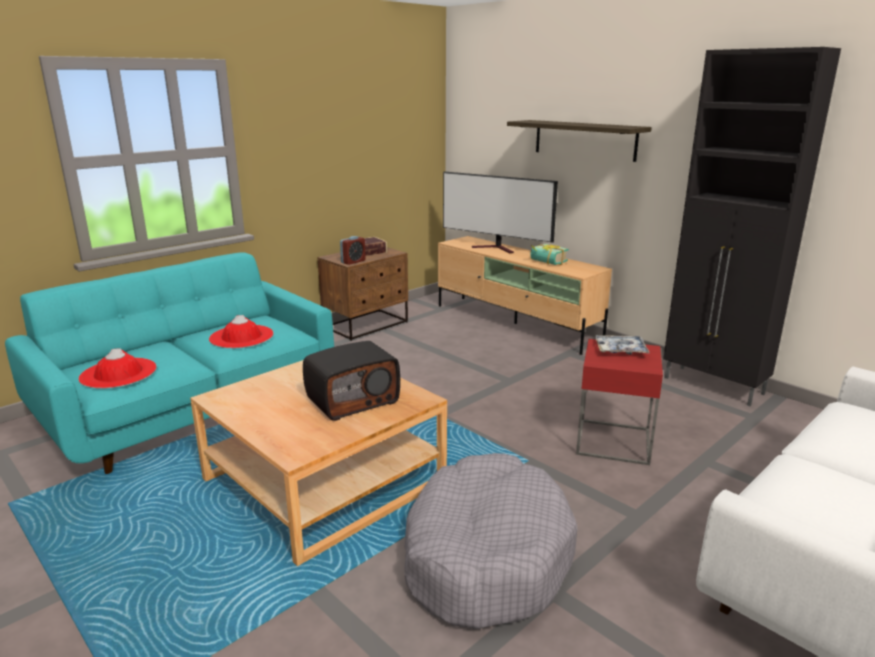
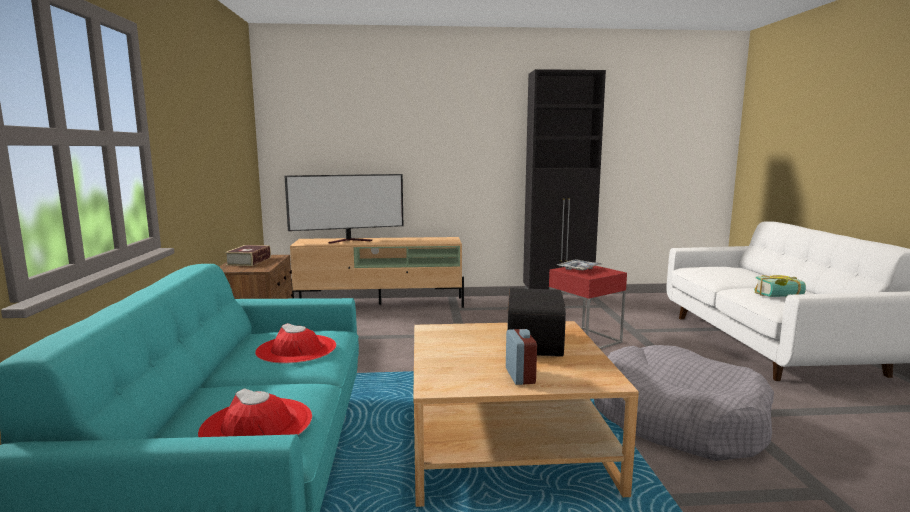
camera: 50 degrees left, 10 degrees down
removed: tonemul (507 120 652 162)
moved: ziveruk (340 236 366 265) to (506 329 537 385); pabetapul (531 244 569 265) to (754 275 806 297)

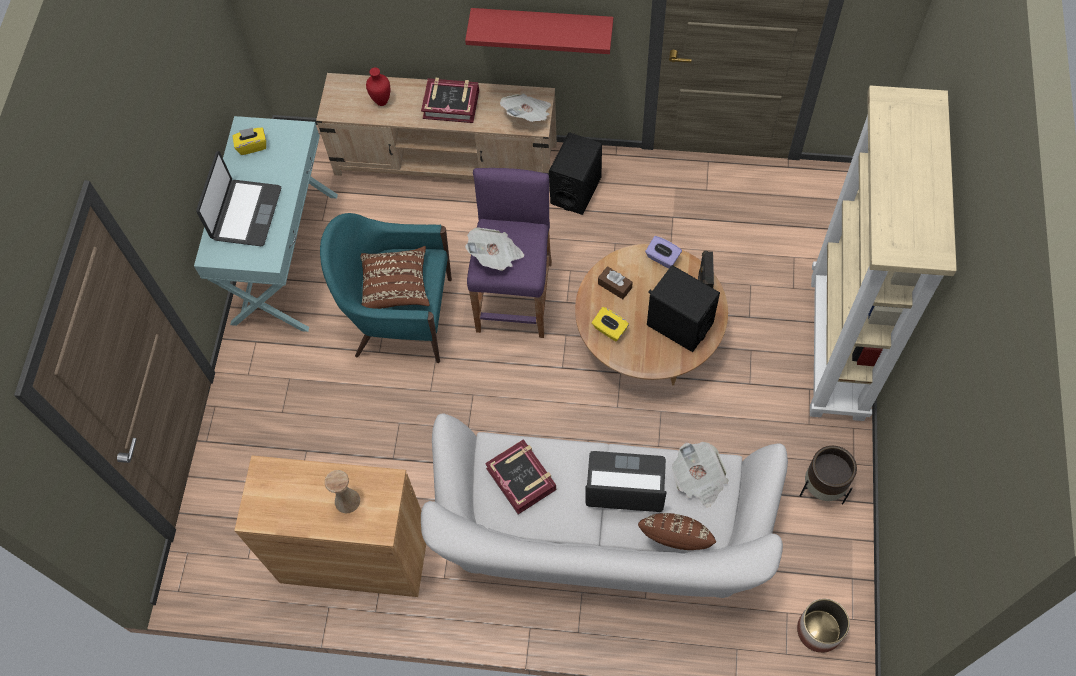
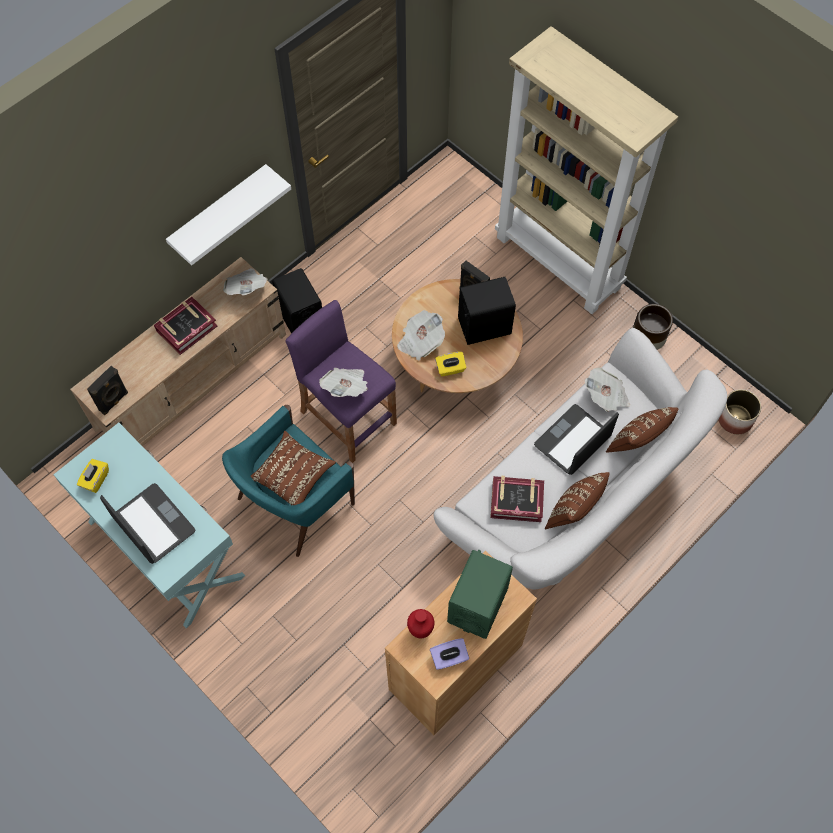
camera: 55 degrees left, 0 degrees up
added: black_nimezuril (87 366 128 415); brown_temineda (545 472 610 529)
moved: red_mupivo (366 67 390 106) to (407 609 435 638); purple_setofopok (645 236 682 268) to (430 638 469 670)
replaced: brown_setofopok (598 266 633 299) to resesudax (397 310 445 360); beige_mupivo (325 470 360 513) to green_nimezuril (447 550 513 639)
recoloured: red_tonemul (465 8 613 54) to white_tonemul (166 164 291 265)

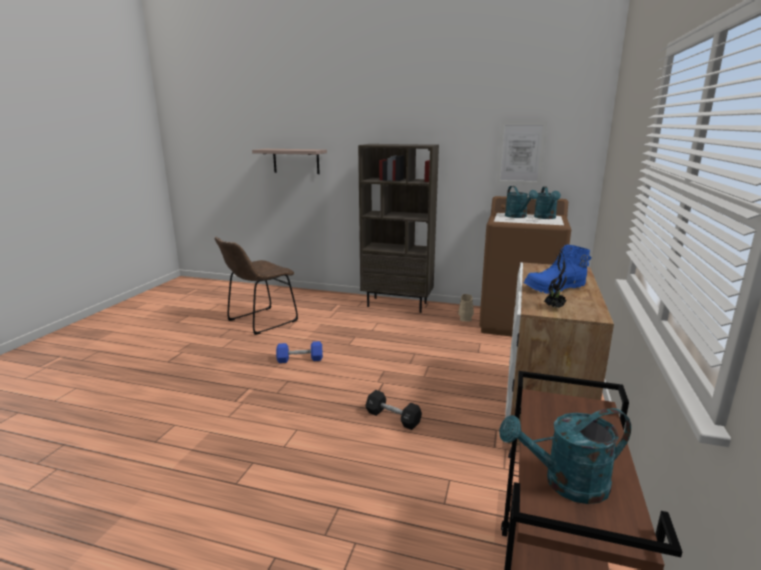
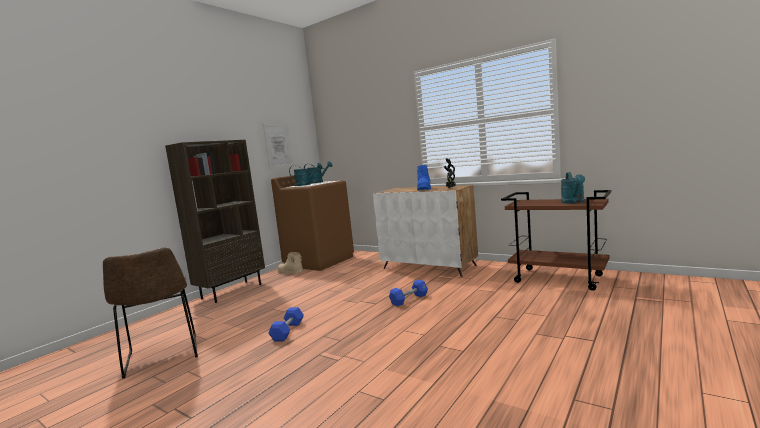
camera: 70 degrees left, 10 degrees down
removed: tonemul (252 149 327 174)
recoloured: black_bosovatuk (365 390 422 430) to blue_bosovatuk (389 280 428 306)

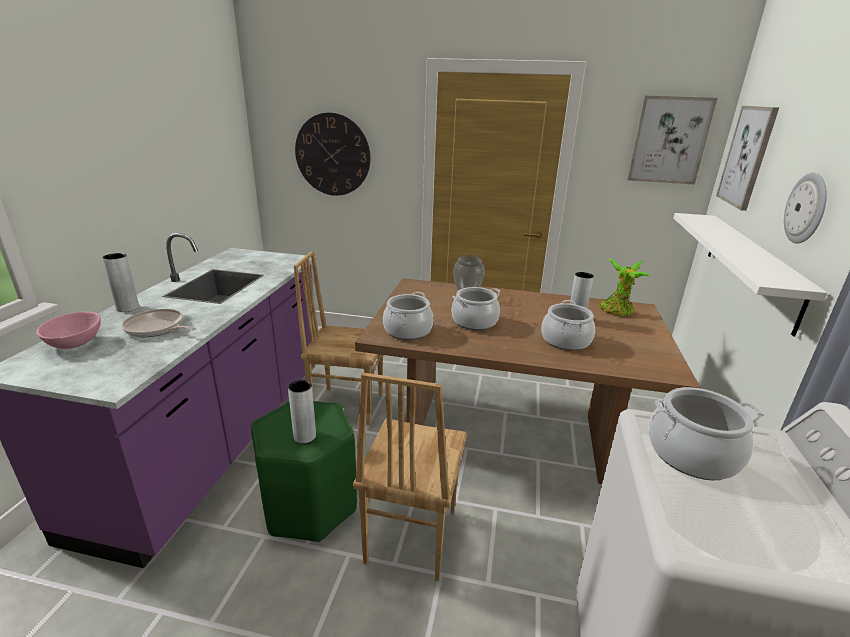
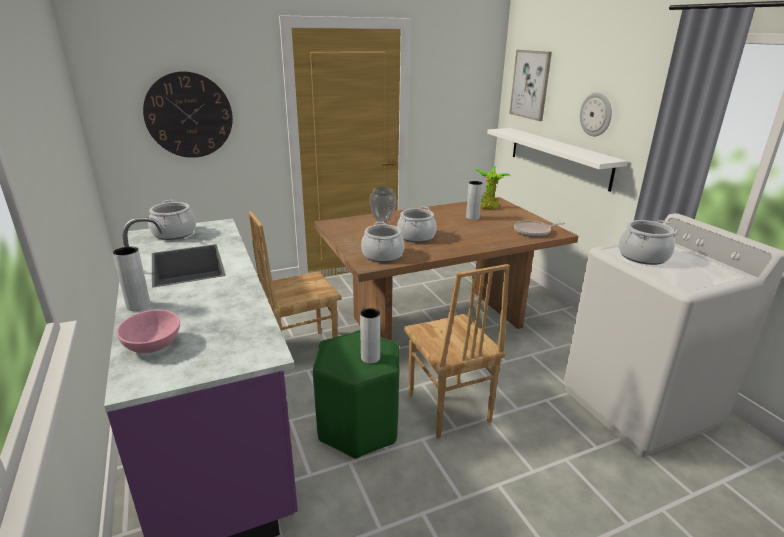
camera: 35 degrees left, 0 degrees up
removed: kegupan (627 96 718 185)
moved: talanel (541 300 595 351) to (148 200 196 240); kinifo (121 309 197 337) to (514 221 566 237)

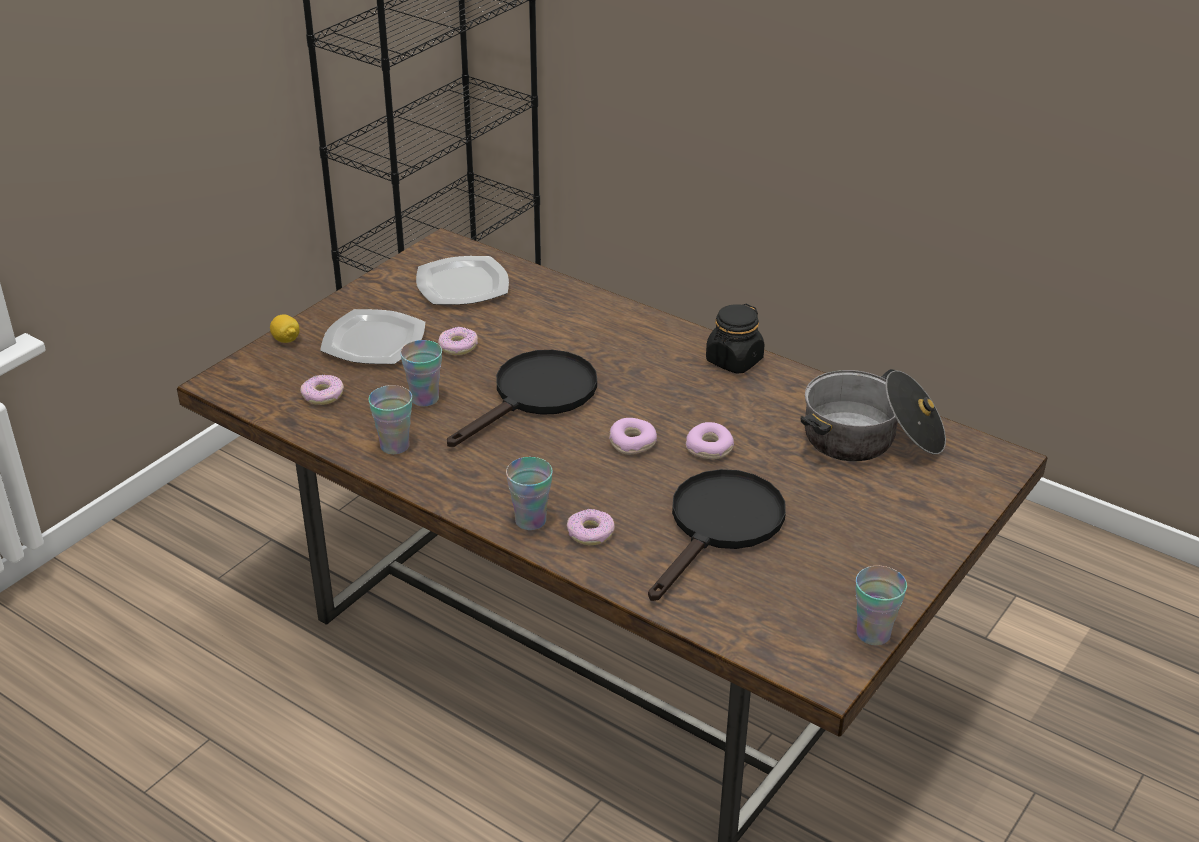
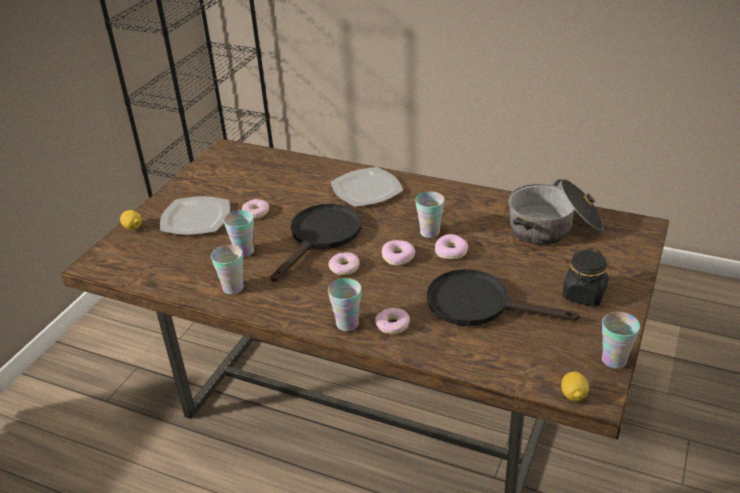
camera: 10 degrees left, 0 degrees up
added: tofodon (415 191 445 238); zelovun (561 372 589 401)
moved: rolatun (416 256 509 305) to (331 167 403 207); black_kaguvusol (706 304 765 374) to (563 248 609 307); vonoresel (300 375 344 405) to (328 252 360 275)
turned: black_kinifo (648 469 786 601) = (427 269 580 326) 90 degrees counterclockwise

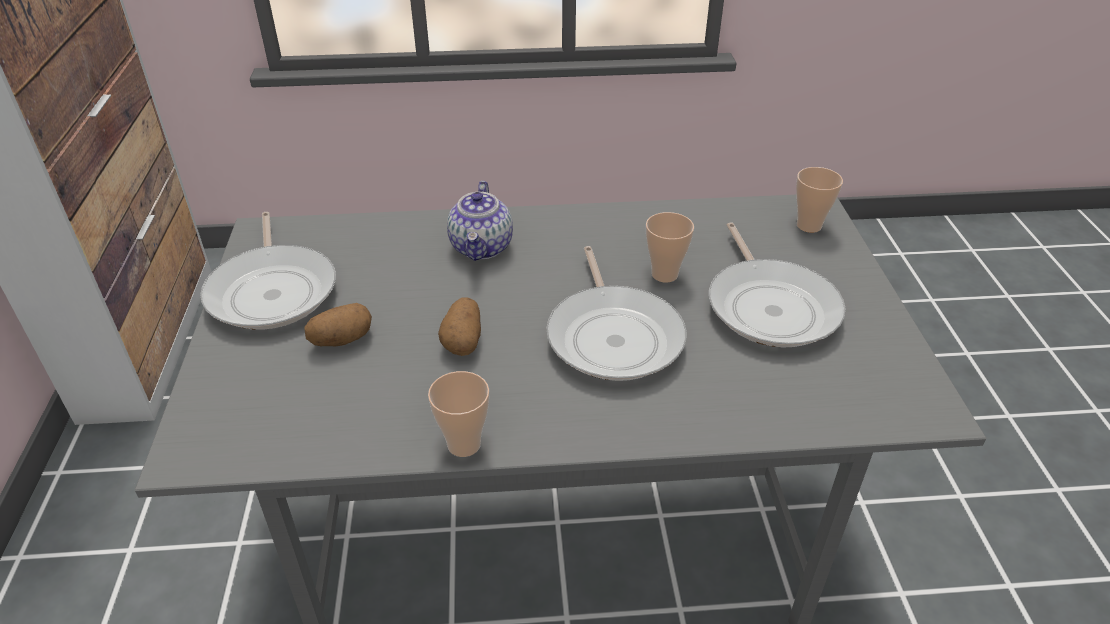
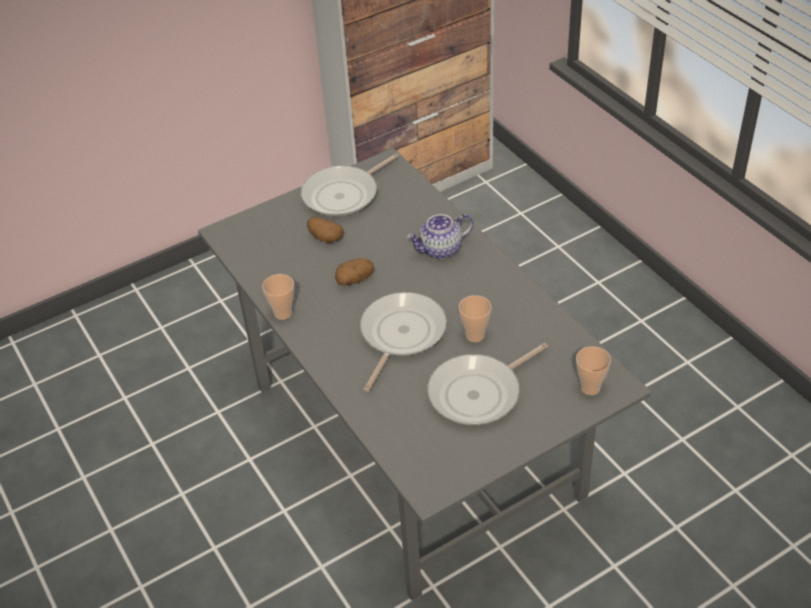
camera: 65 degrees right, 5 degrees up
turned: kinifo (547 246 686 381) = (360 292 447 392) 150 degrees clockwise

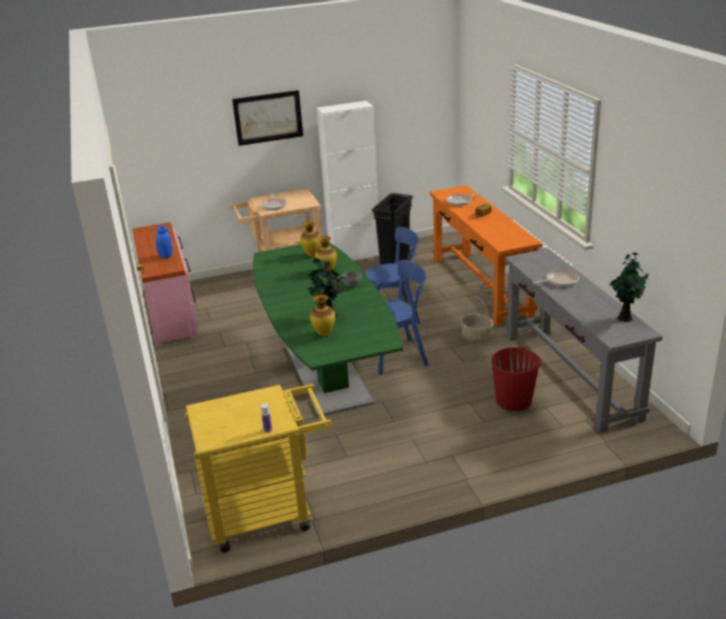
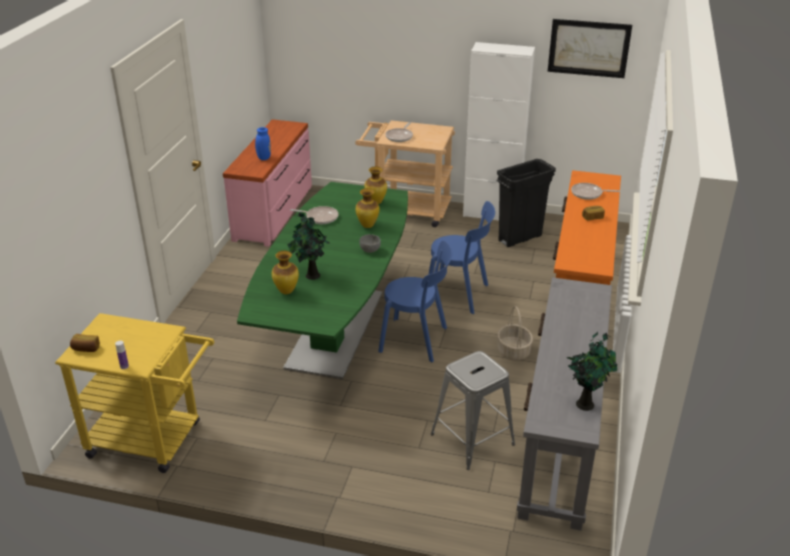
camera: 30 degrees right, 5 degrees up
added: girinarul (70 334 100 352)
moved: kegupan (232 90 303 146) to (548 19 632 78); kinifo (533 270 579 287) to (290 206 338 224)
replaced: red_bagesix (491 346 542 411) to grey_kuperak (431 351 515 470)

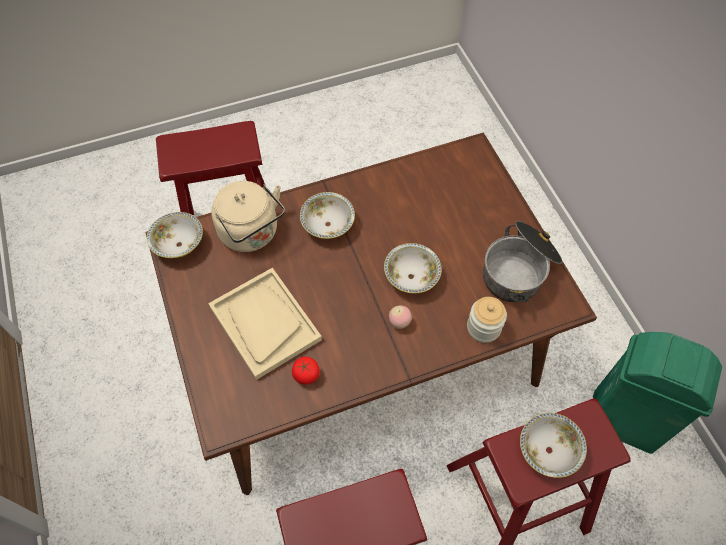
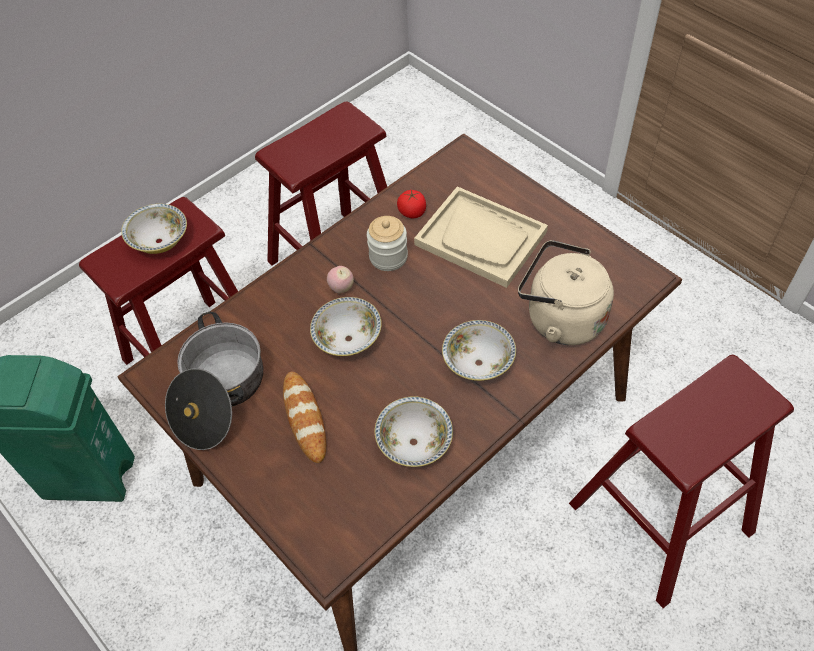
camera: 160 degrees right, 5 degrees down
added: girinarul (283 372 326 463)
moved: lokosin (147 212 203 258) to (375 396 453 467); kaguvusol (467 297 507 343) to (367 216 408 271)

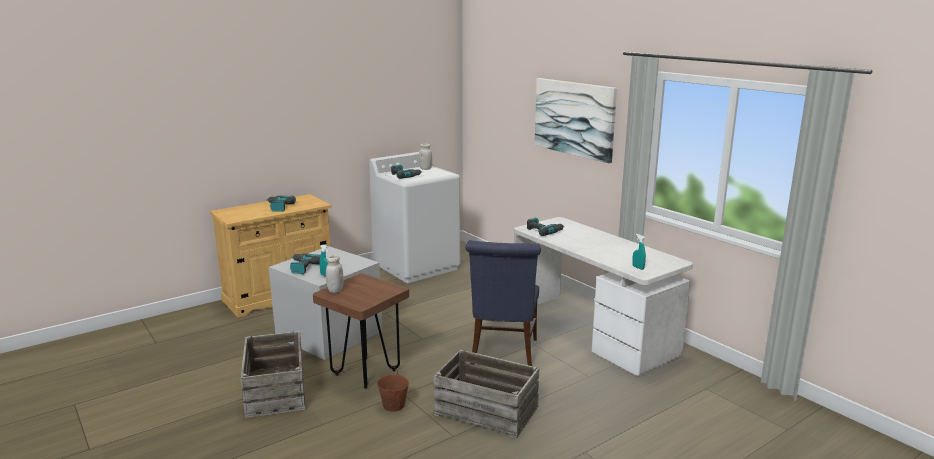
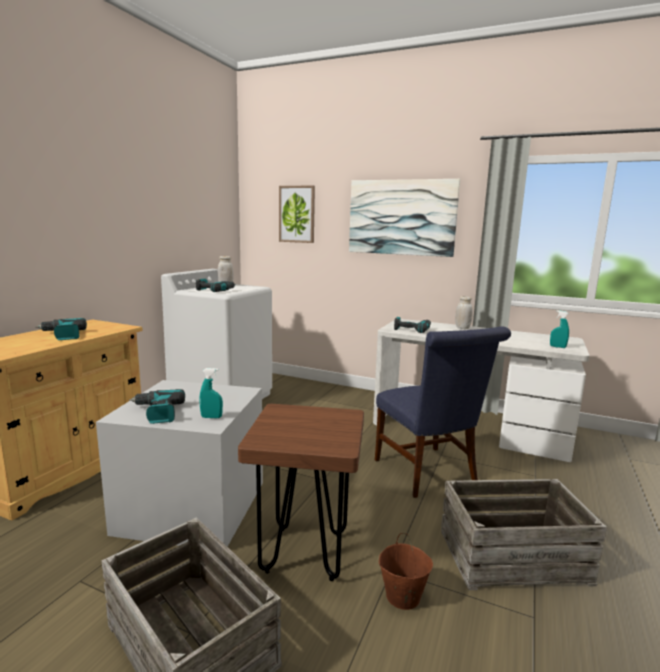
camera: 30 degrees left, 5 degrees down
added: kegupan (279 185 315 243)
moved: white_kaguvusol (326 255 344 293) to (455 296 473 329)

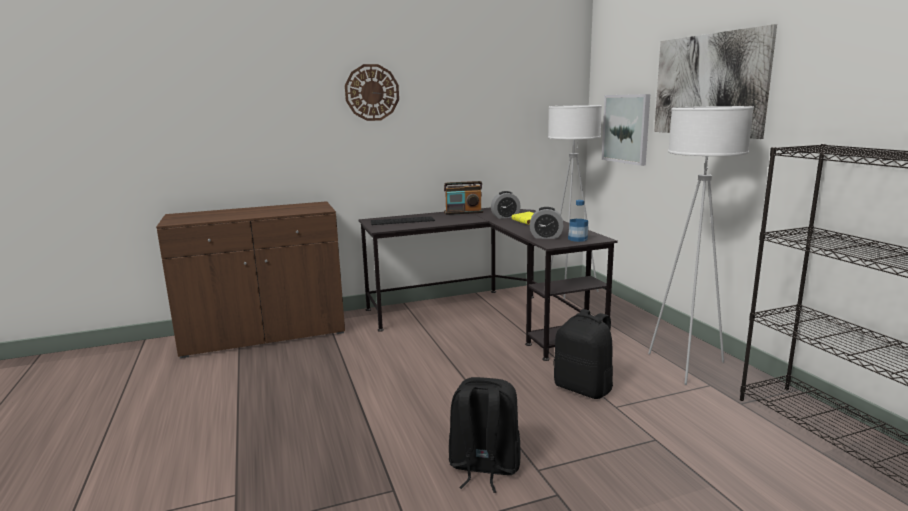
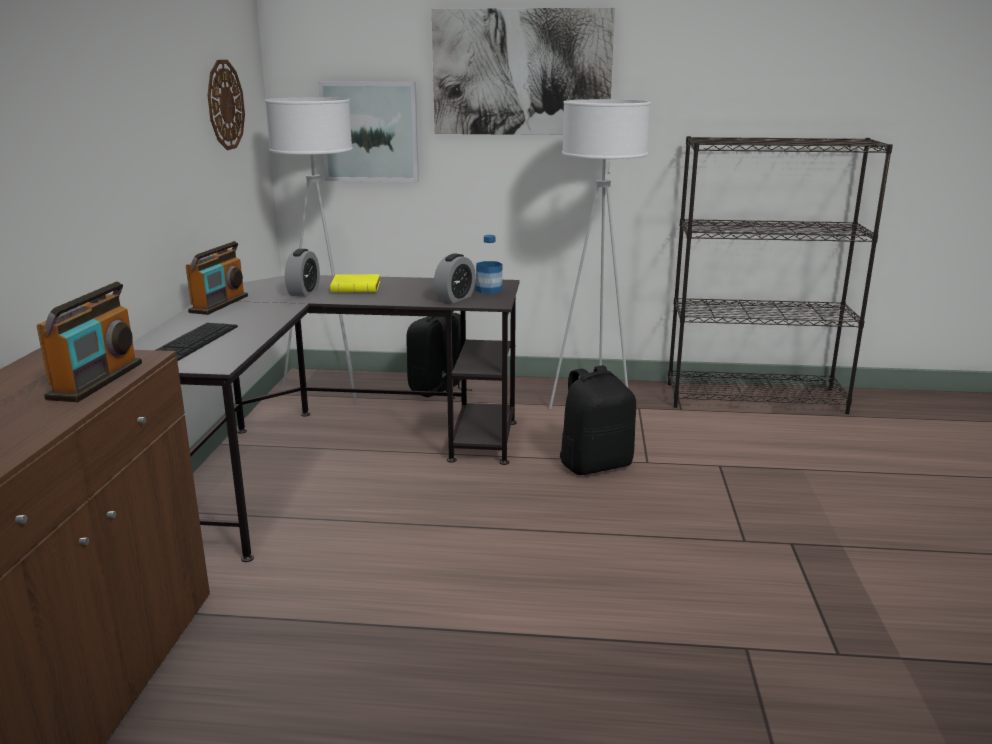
camera: 65 degrees left, 5 degrees up
added: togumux (37 282 142 402)
moved: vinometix (345 64 399 121) to (208 60 245 150); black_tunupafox (449 377 521 493) to (406 313 472 399)

